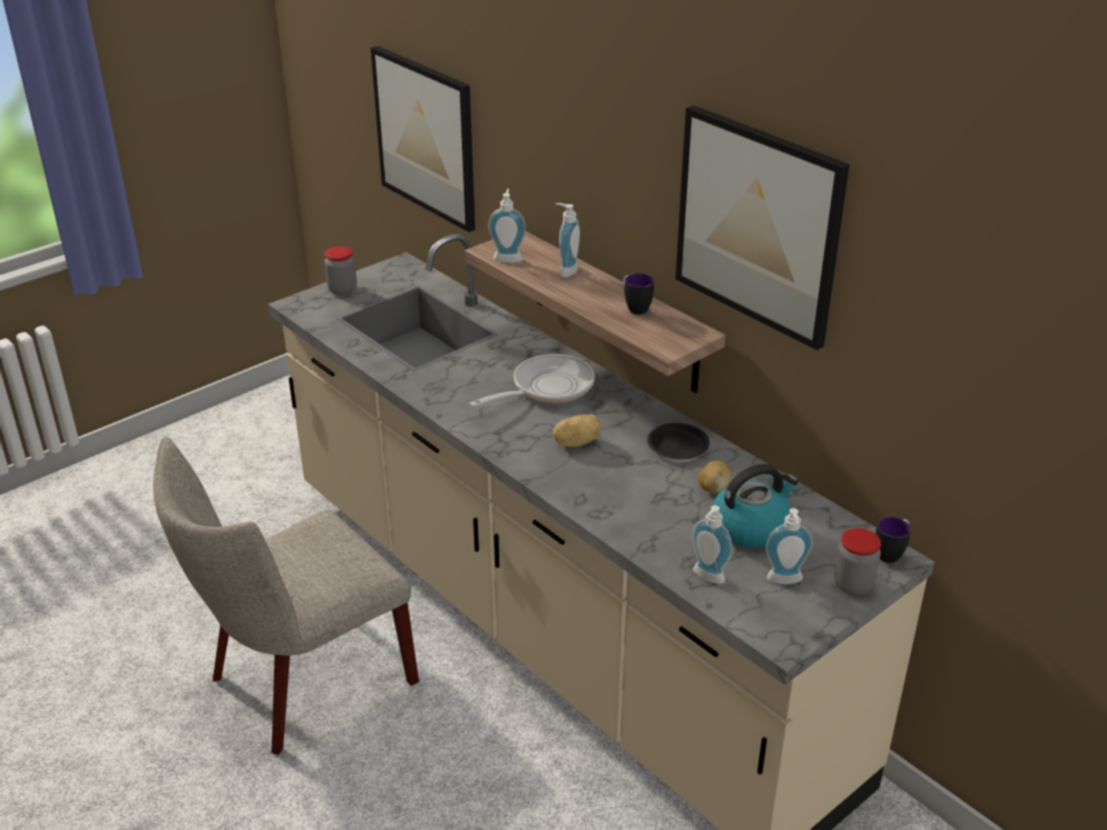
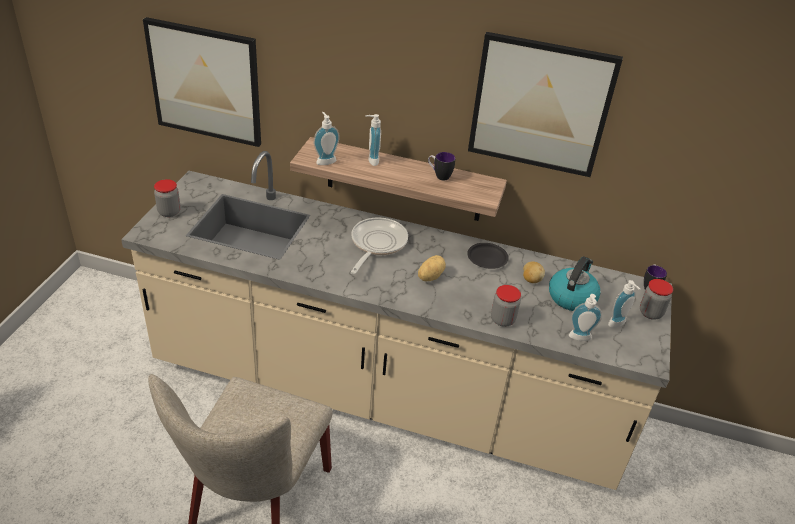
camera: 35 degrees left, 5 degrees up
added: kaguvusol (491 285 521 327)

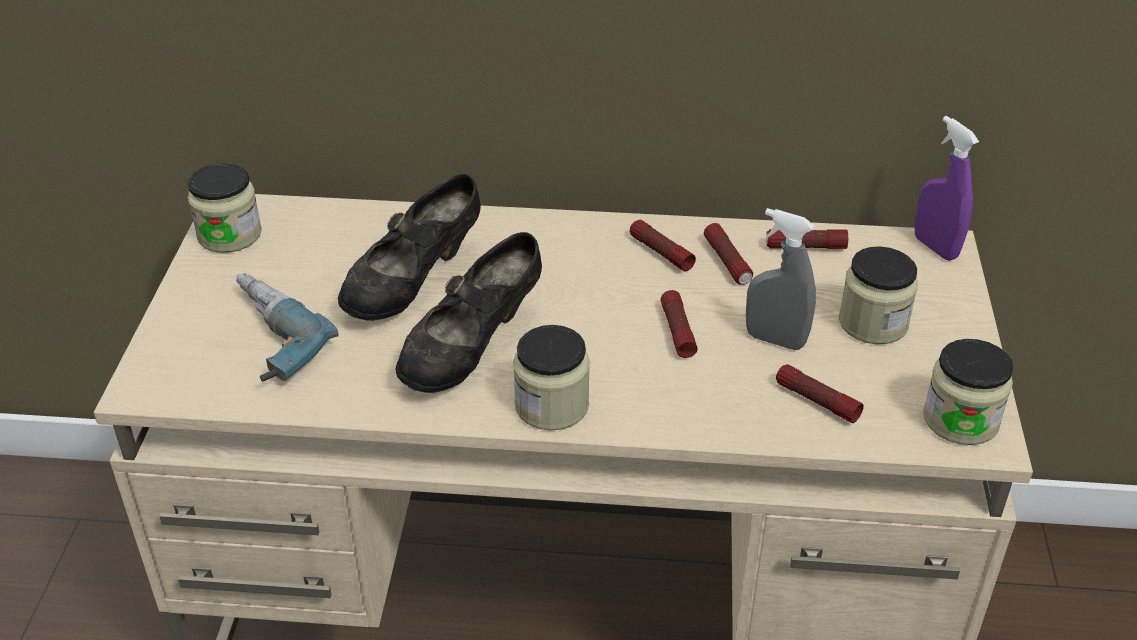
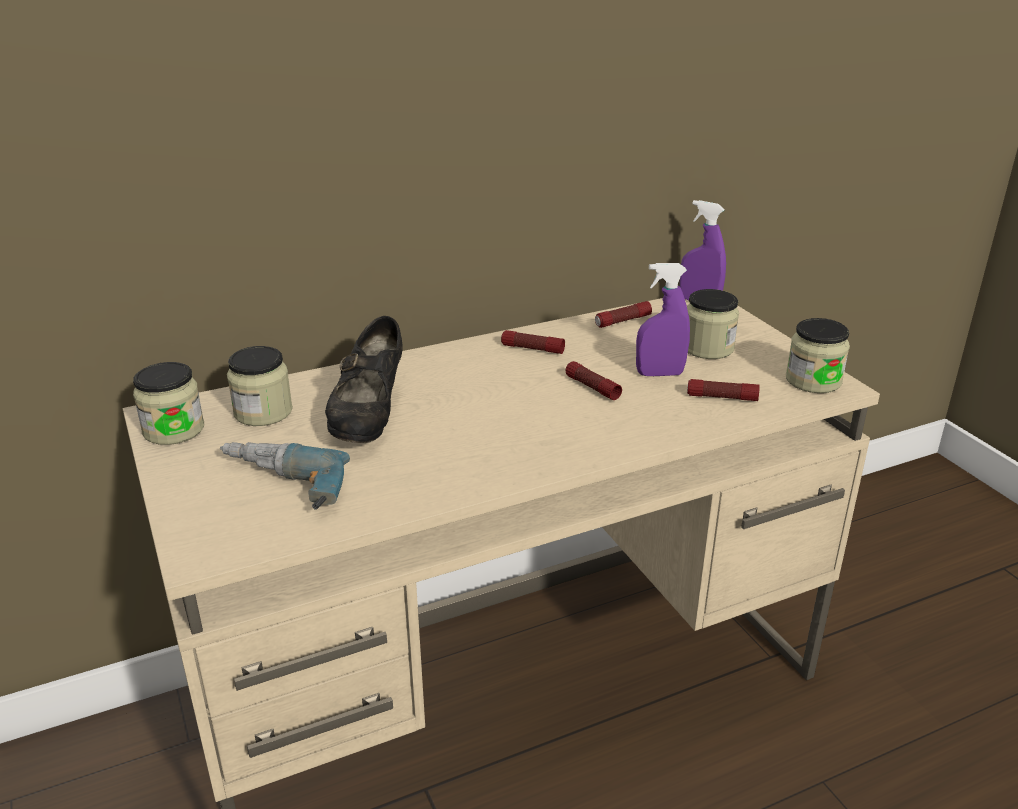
camera: 30 degrees left, 10 degrees down
removed: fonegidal (704 223 753 285); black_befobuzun (395 232 542 393)
moved: kaguvusol (513 325 590 431) to (227 346 293 426)
recoloured: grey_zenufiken (746 208 816 350) to purple_zenufiken (636 263 690 376)

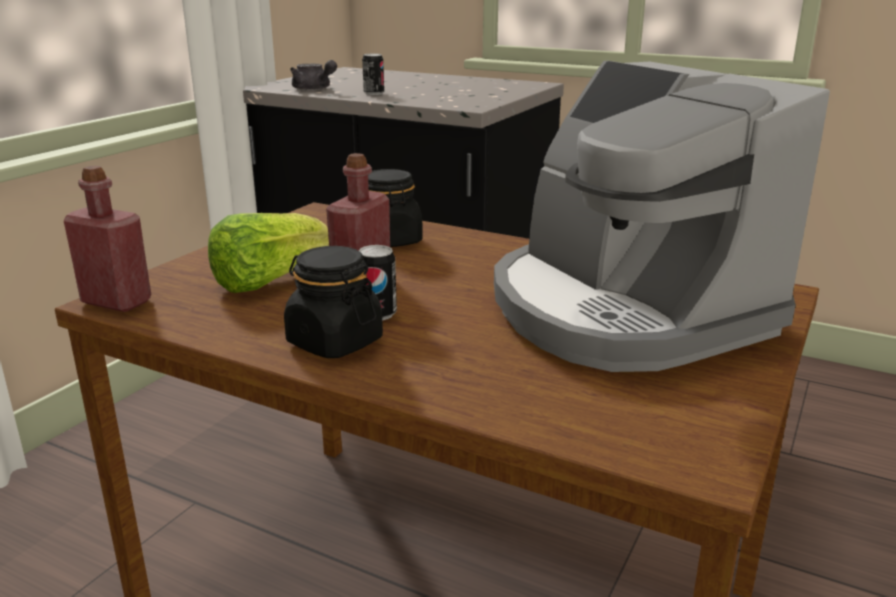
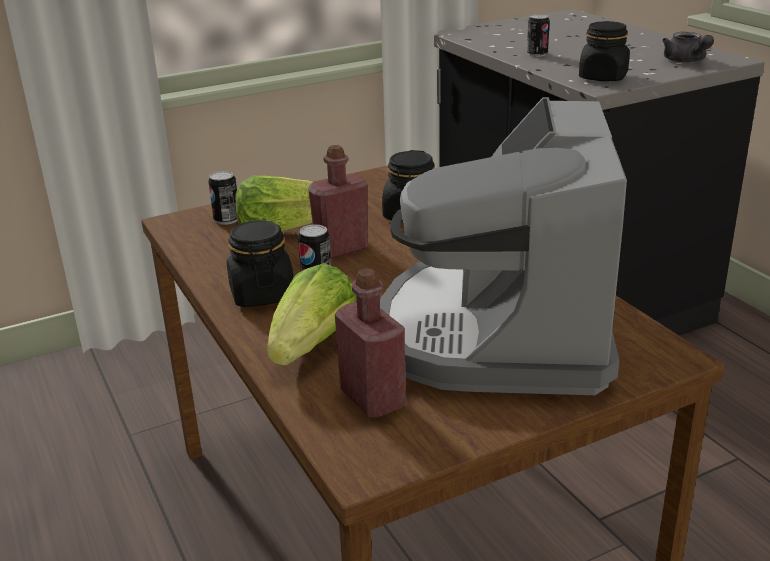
camera: 35 degrees right, 5 degrees up
added: black_kaguvusol (579 21 630 81); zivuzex (209 171 237 225); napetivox (267 263 357 365)
moved: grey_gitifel (290 60 337 90) to (662 32 714 63); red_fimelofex (64 166 151 312) to (335 268 406 418)

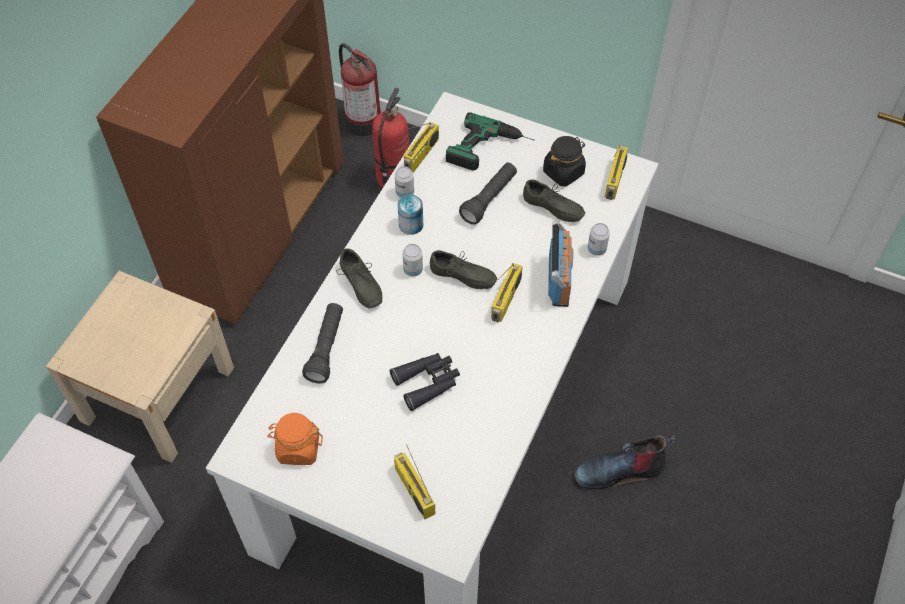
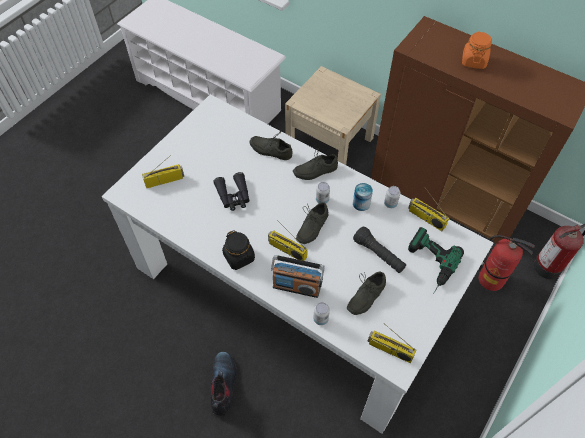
camera: 100 degrees right, 0 degrees up
moved: black_kaguvusol (543 136 586 187) to (222 230 255 270); orange_kaguvusol (267 413 323 465) to (462 31 492 69)
replaced: black_fonegidal (302 303 343 384) to grey_befobuzun (250 132 293 160)

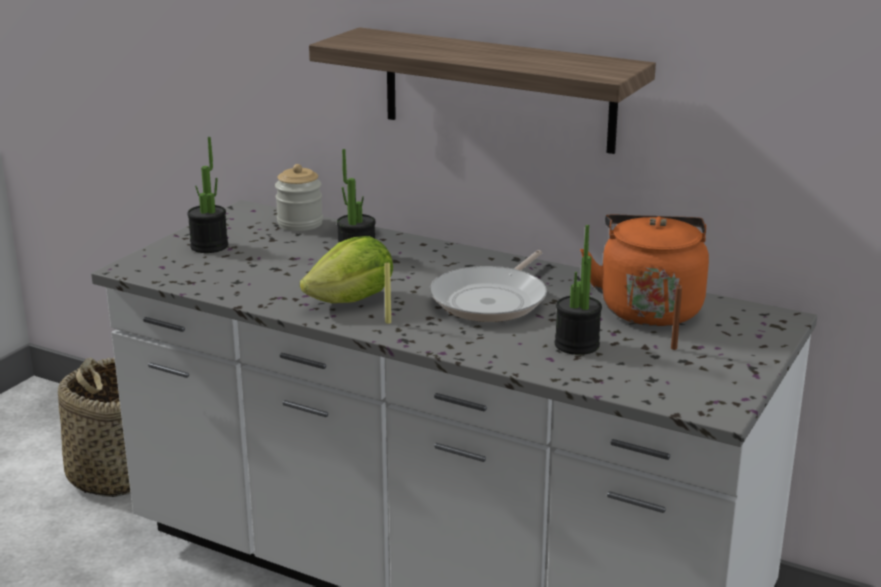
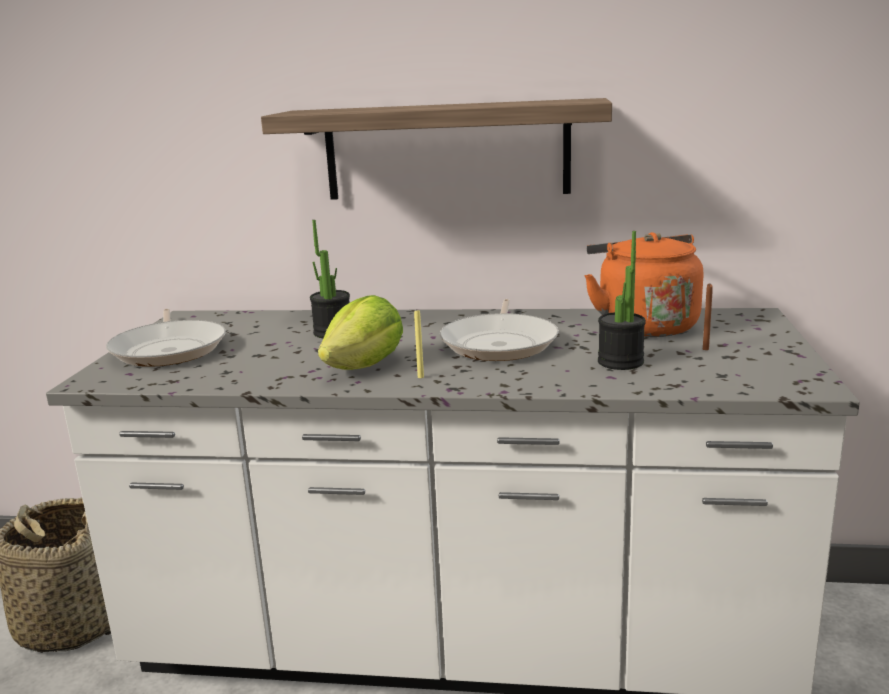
camera: 20 degrees left, 5 degrees down
removed: kaguvusol (275 164 323 231)
replaced: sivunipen (187 137 228 253) to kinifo (106 309 226 367)

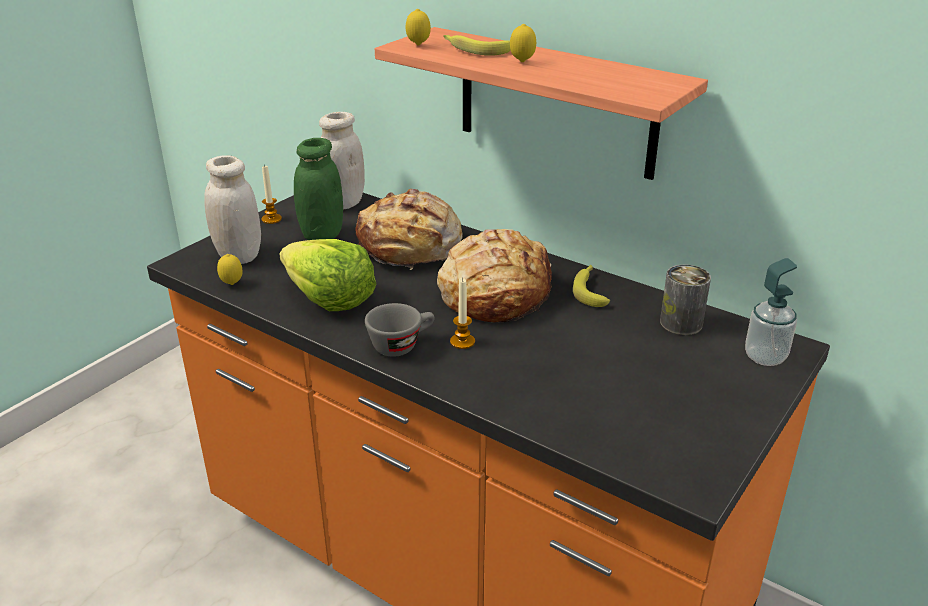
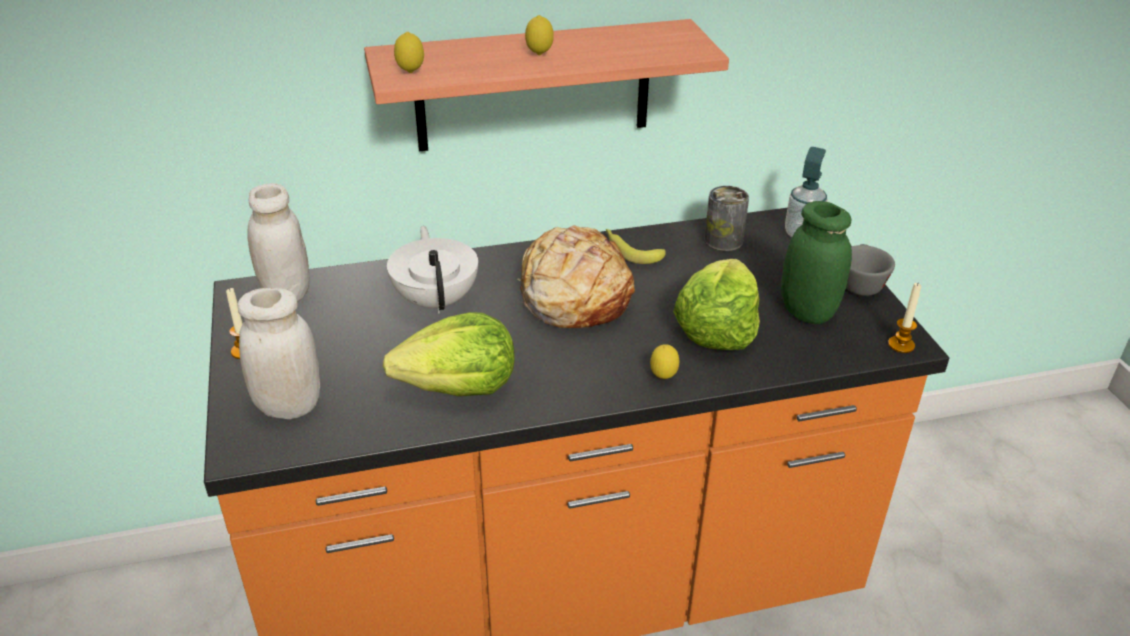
camera: 50 degrees left, 5 degrees up
removed: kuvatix (443 35 511 56)
added: napetivox (673 259 760 350)
moved: green_kaguvusol (294 138 343 240) to (781 201 852 324); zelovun (217 254 242 285) to (650 344 679 379); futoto (450 278 475 349) to (888 282 921 353); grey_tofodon (365 303 435 357) to (846 244 895 296)
replaced: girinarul (355 189 463 270) to white_gitifel (387 226 478 314)

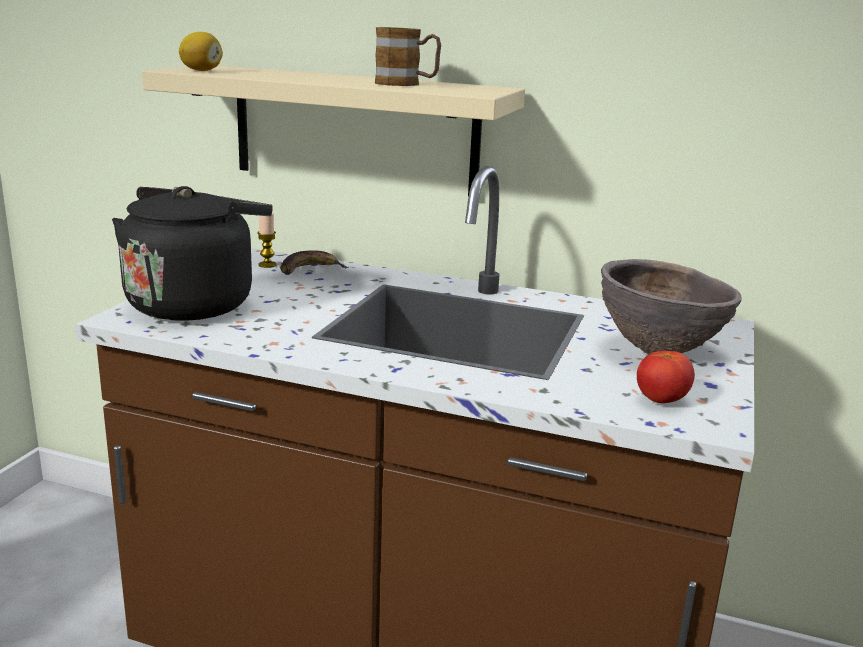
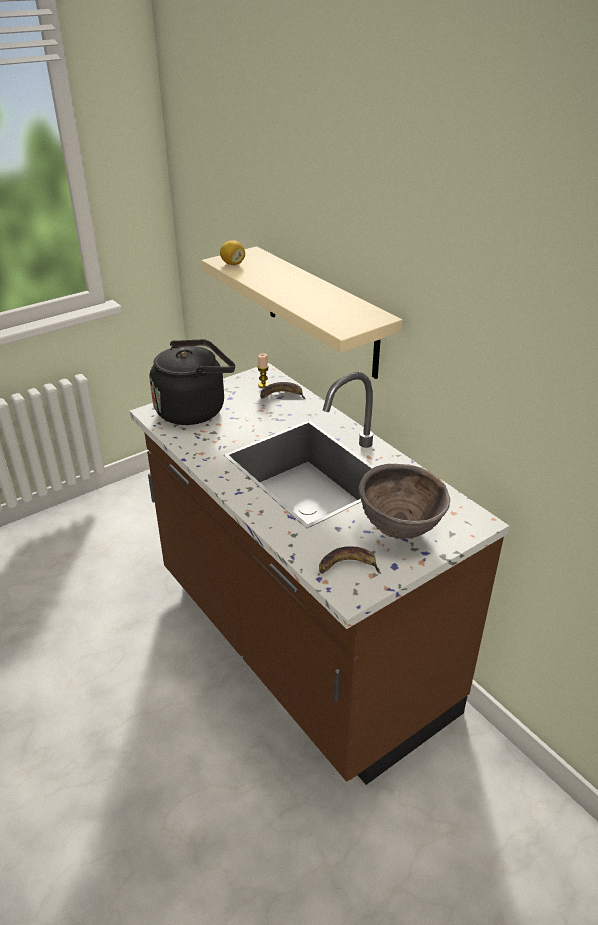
camera: 35 degrees right, 15 degrees up
removed: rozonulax (375 27 441 86)
replaced: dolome (637 351 695 403) to kuvatix (319 546 382 574)

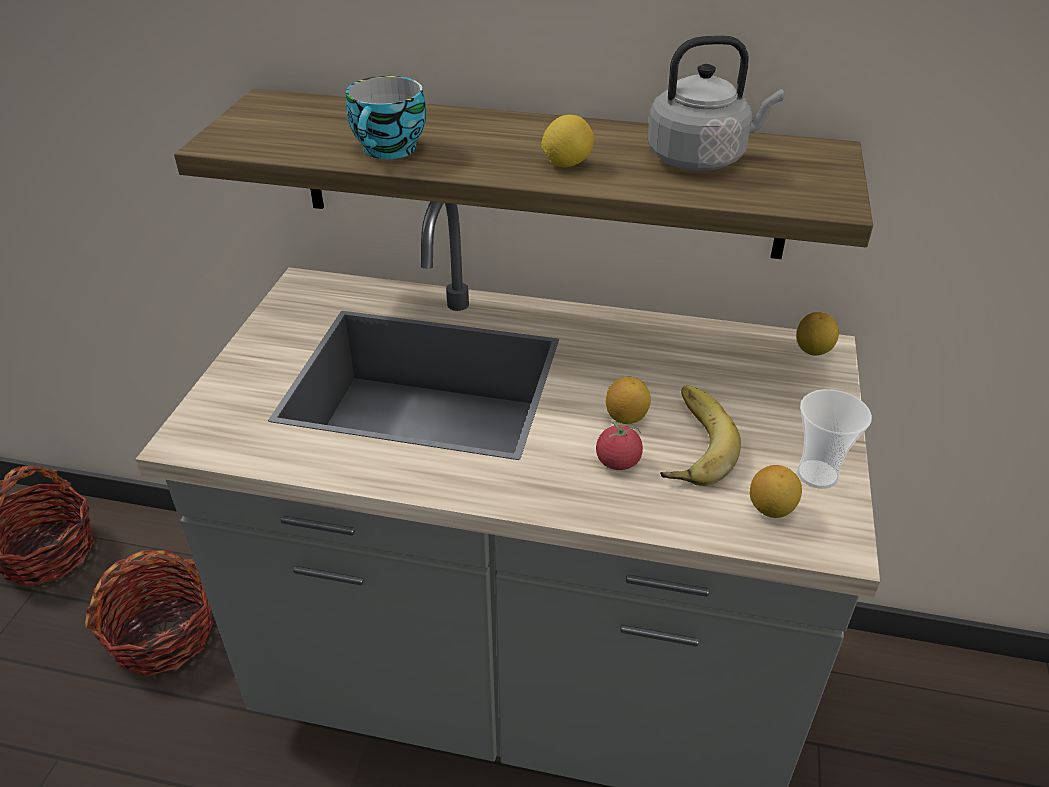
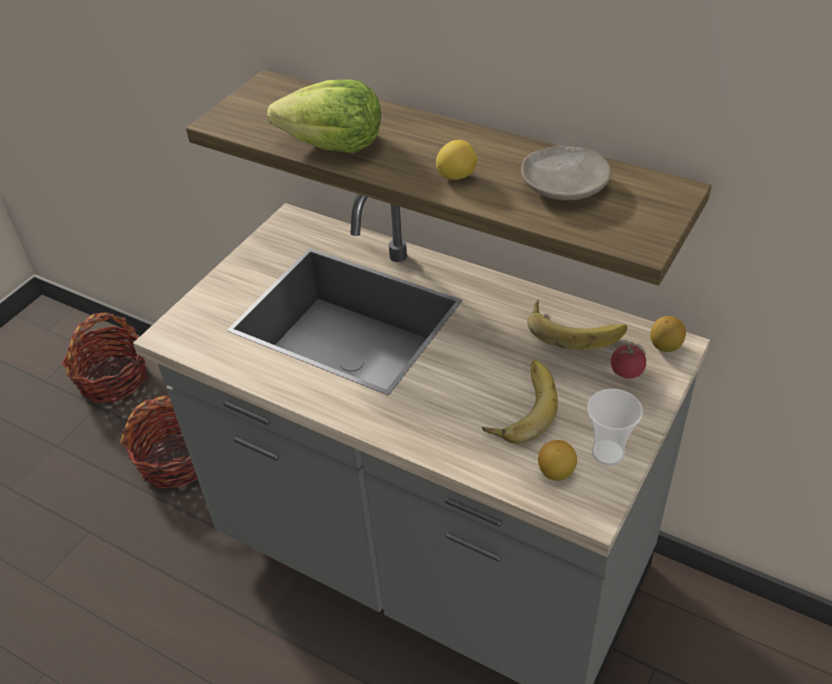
camera: 20 degrees right, 5 degrees up
removed: zelovun (606 377 651 424)
added: kuvatix (527 300 627 350)
moved: dolome (596 422 643 470) to (611 342 646 378)
replaced: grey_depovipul (648 36 784 171) to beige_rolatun (521 146 611 200); tofodon (346 76 426 159) to napetivox (267 80 381 153)

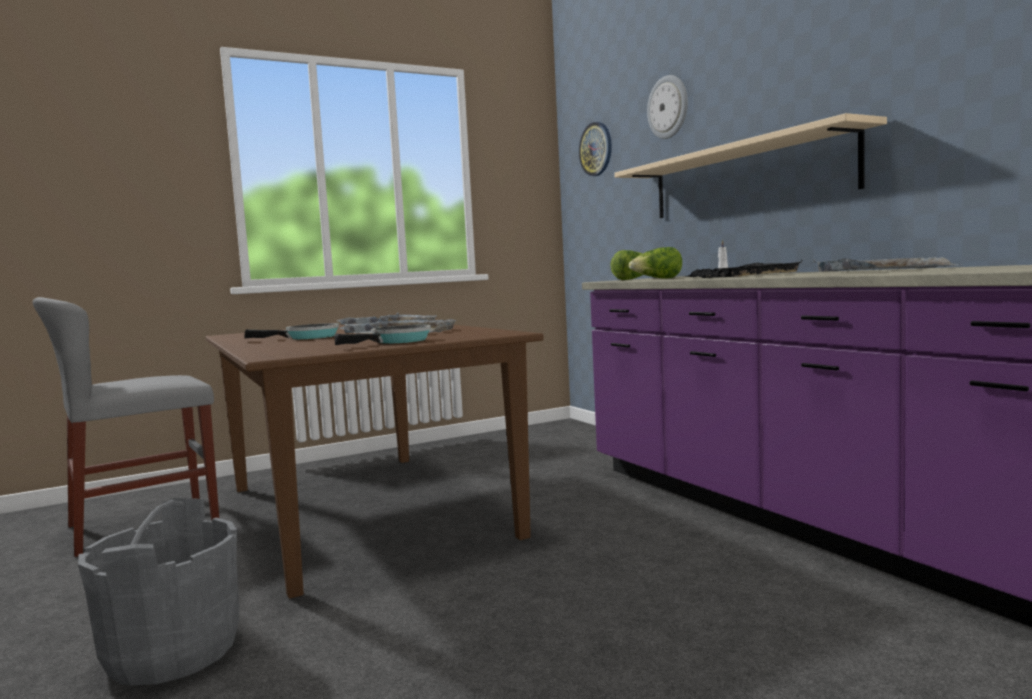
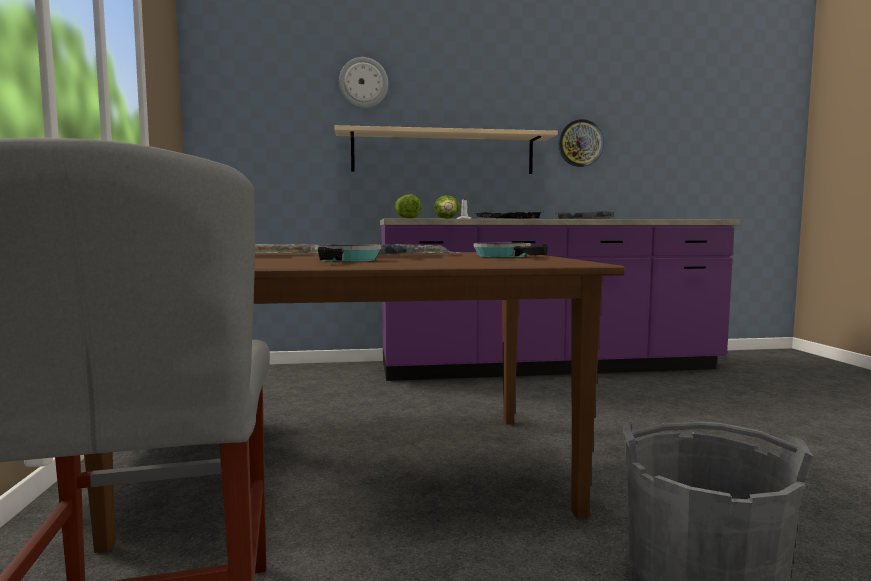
camera: 70 degrees left, 0 degrees up
moved: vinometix (579 122 612 176) to (558 119 604 167)

